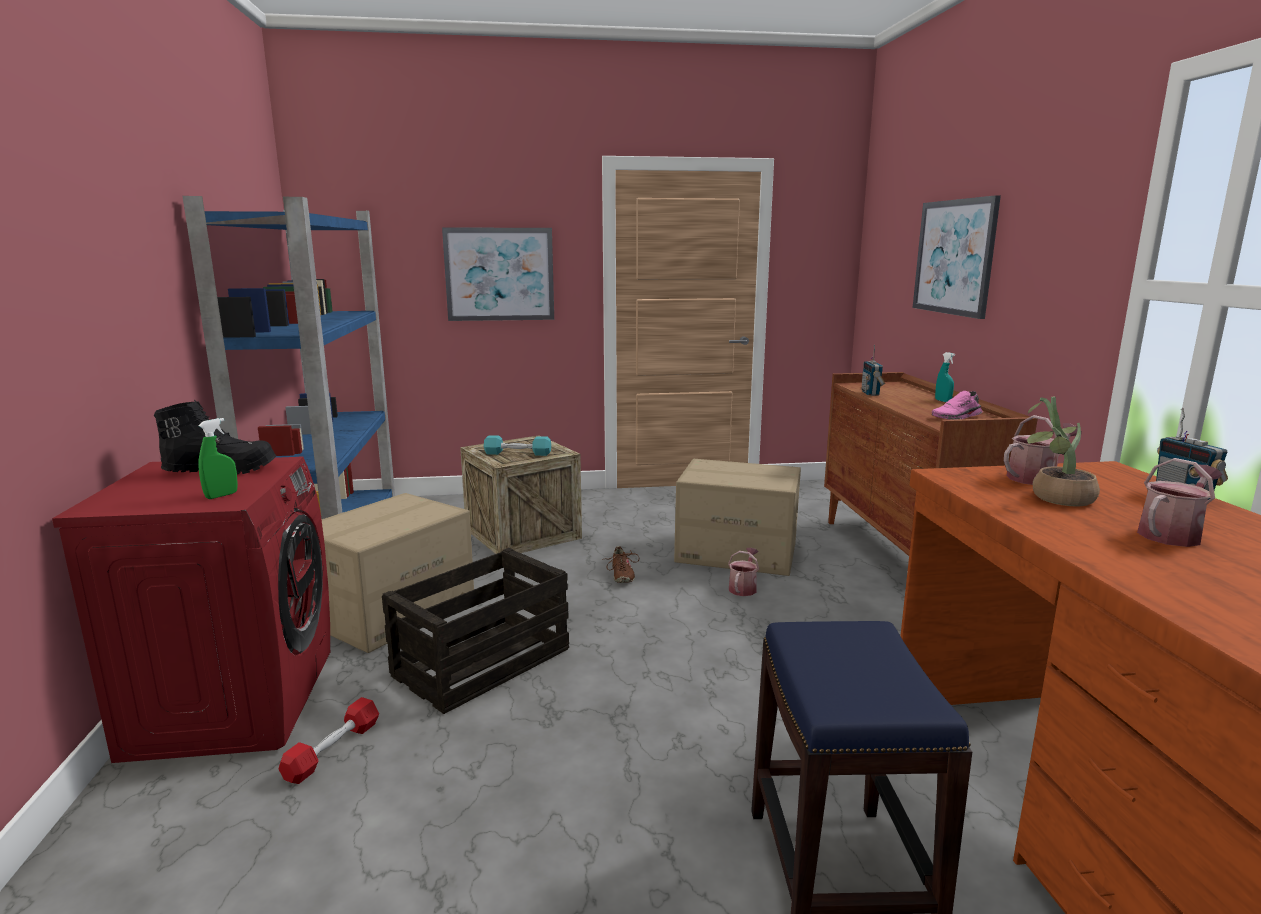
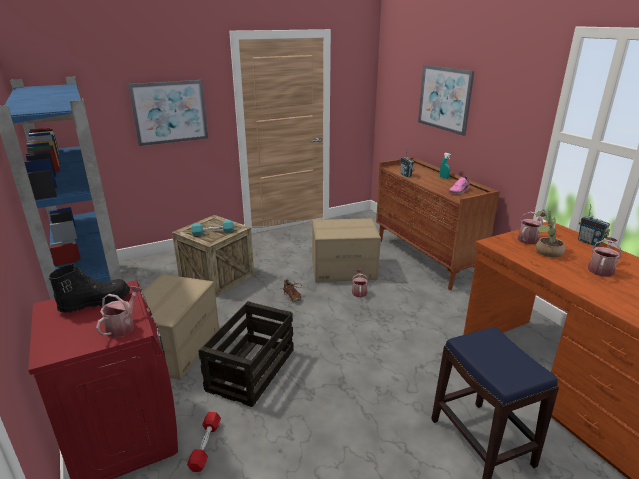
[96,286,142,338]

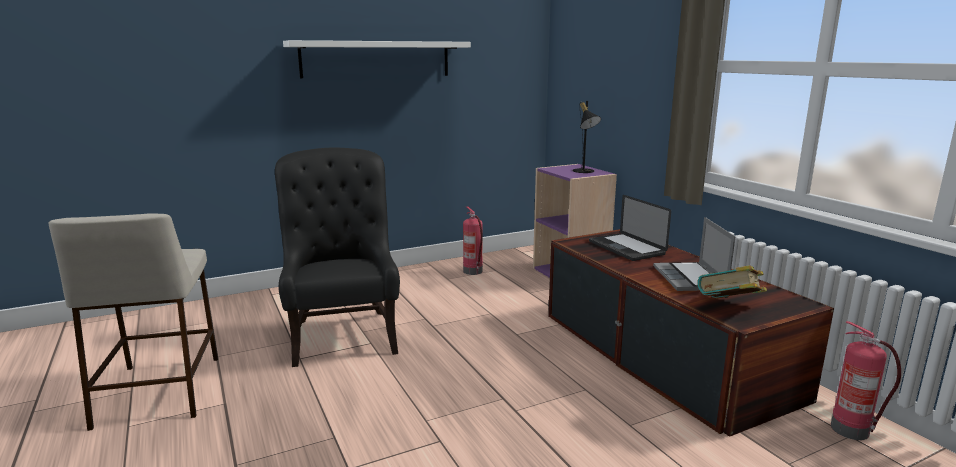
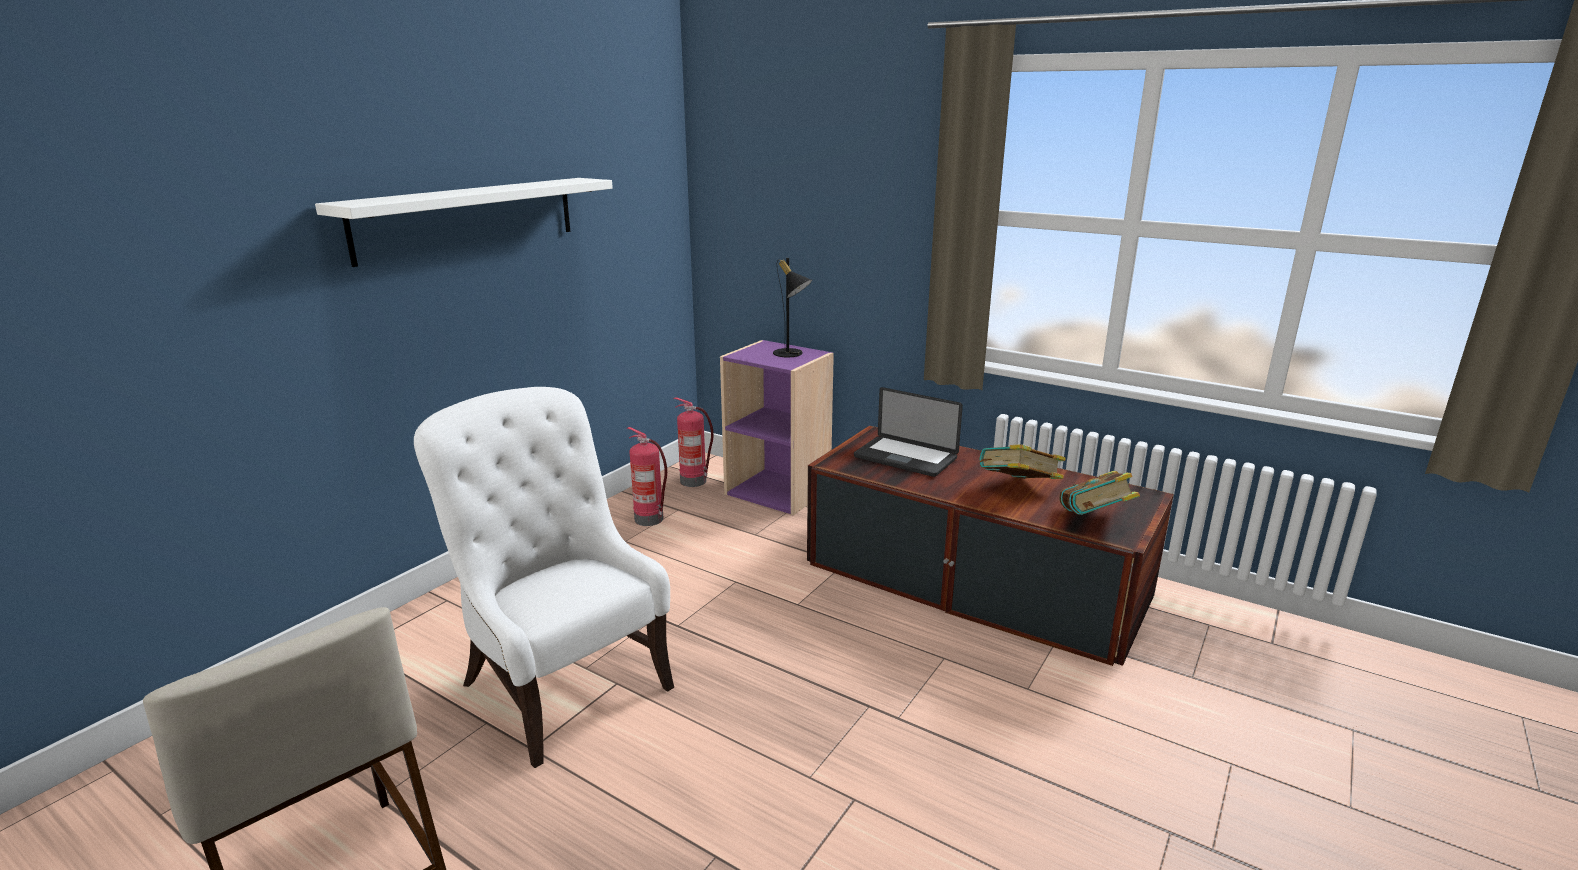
[414,387,674,768]
[980,444,1066,479]
[673,397,714,487]

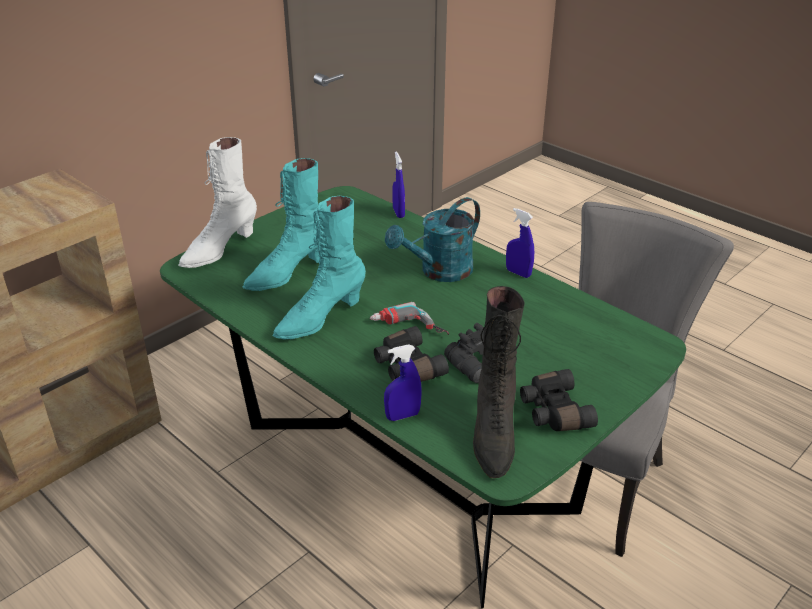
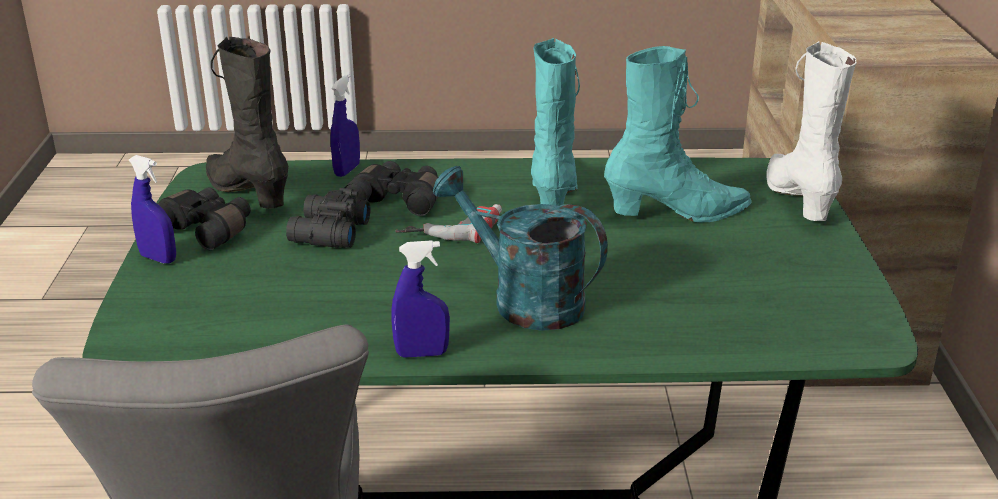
[604,46,752,223]
[433,166,608,331]
[129,155,176,264]

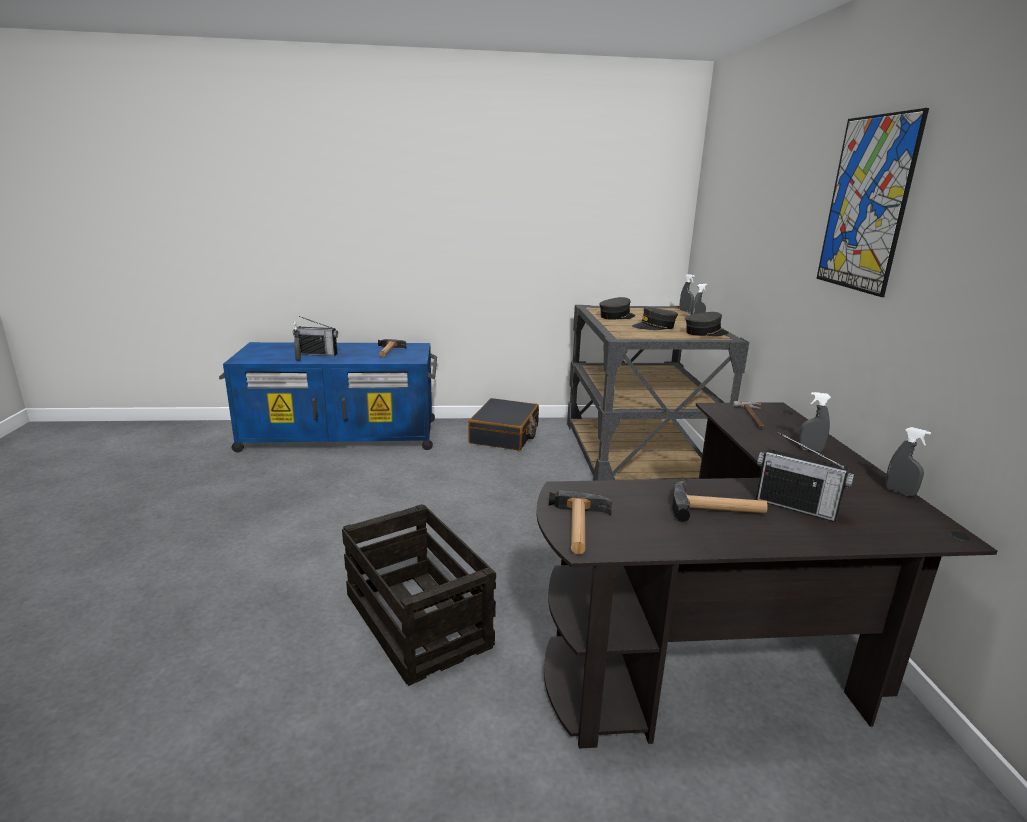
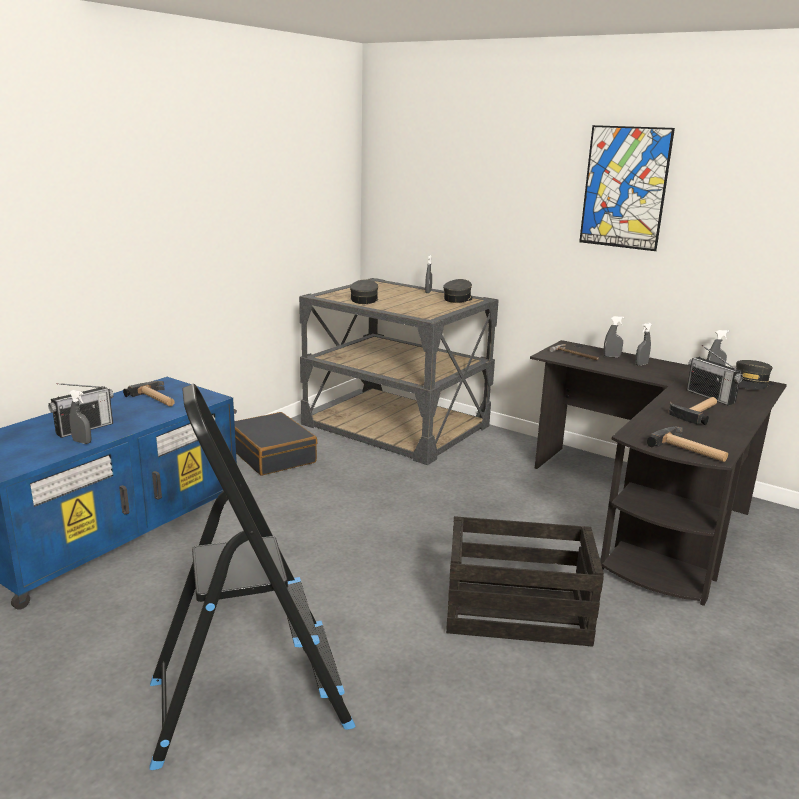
[736,360,773,390]
[604,316,624,358]
[687,345,743,405]
[149,384,355,770]

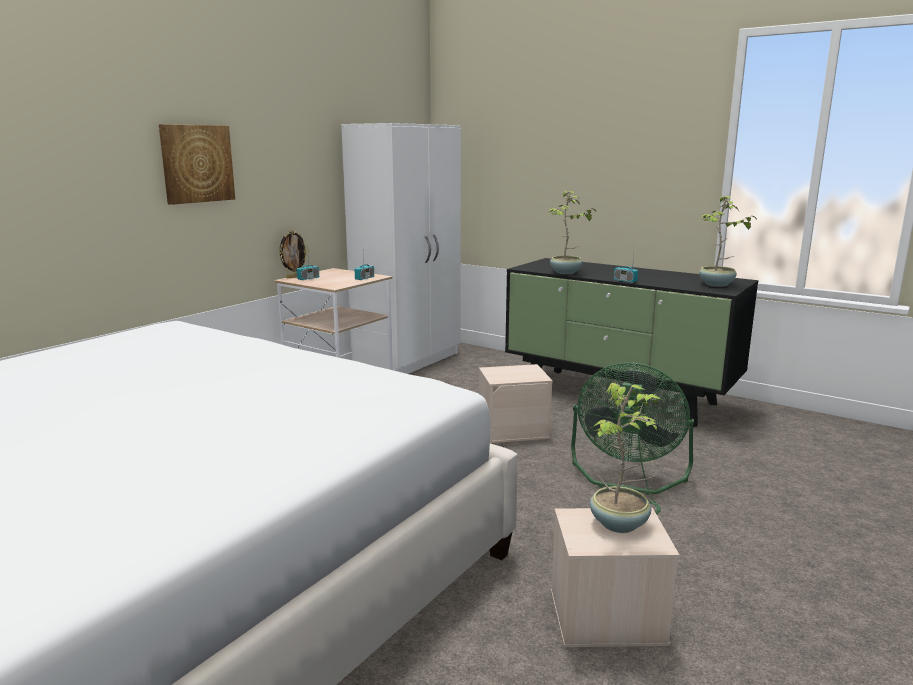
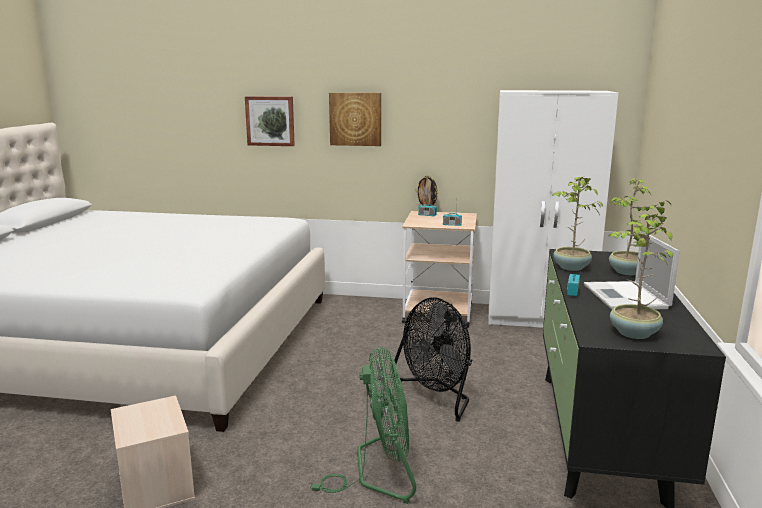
[392,297,472,422]
[609,178,671,275]
[245,96,295,146]
[584,231,680,310]

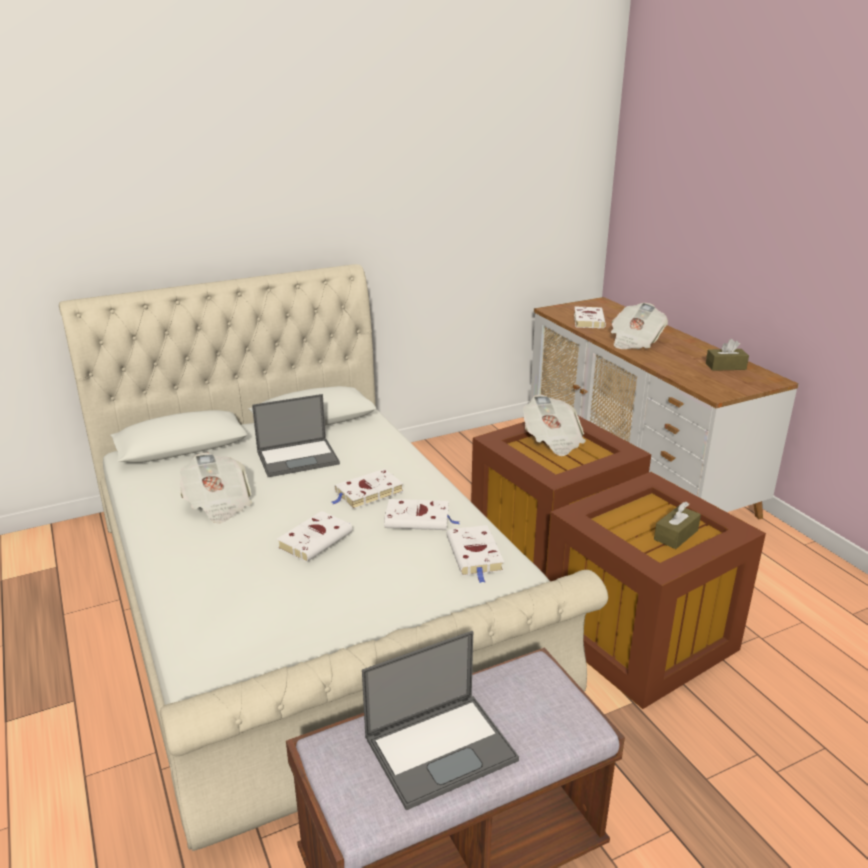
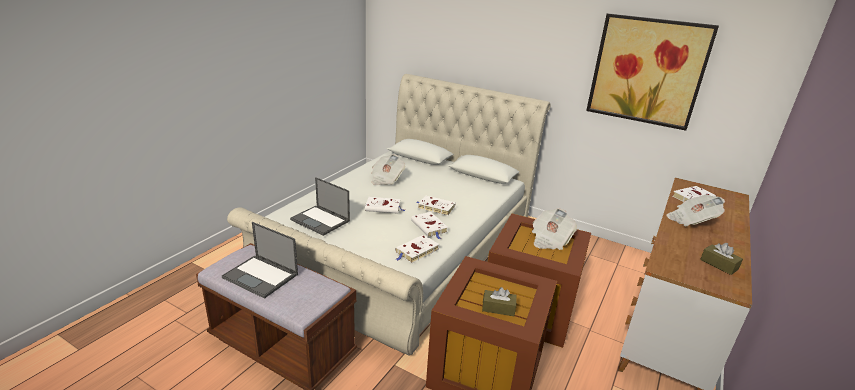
[290,177,350,236]
[586,13,719,131]

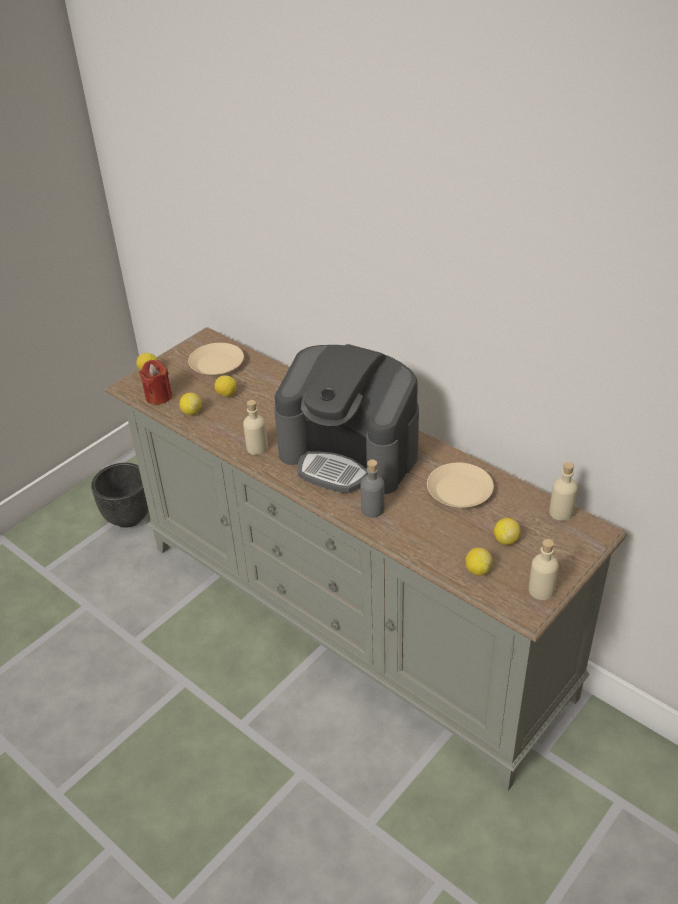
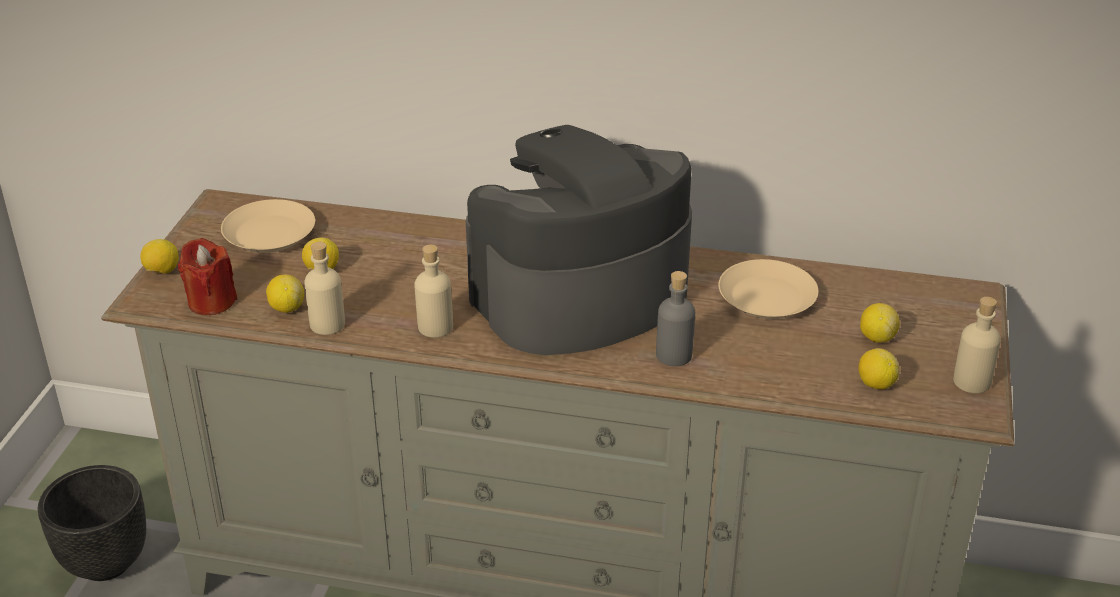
[466,125,692,355]
[304,242,345,335]

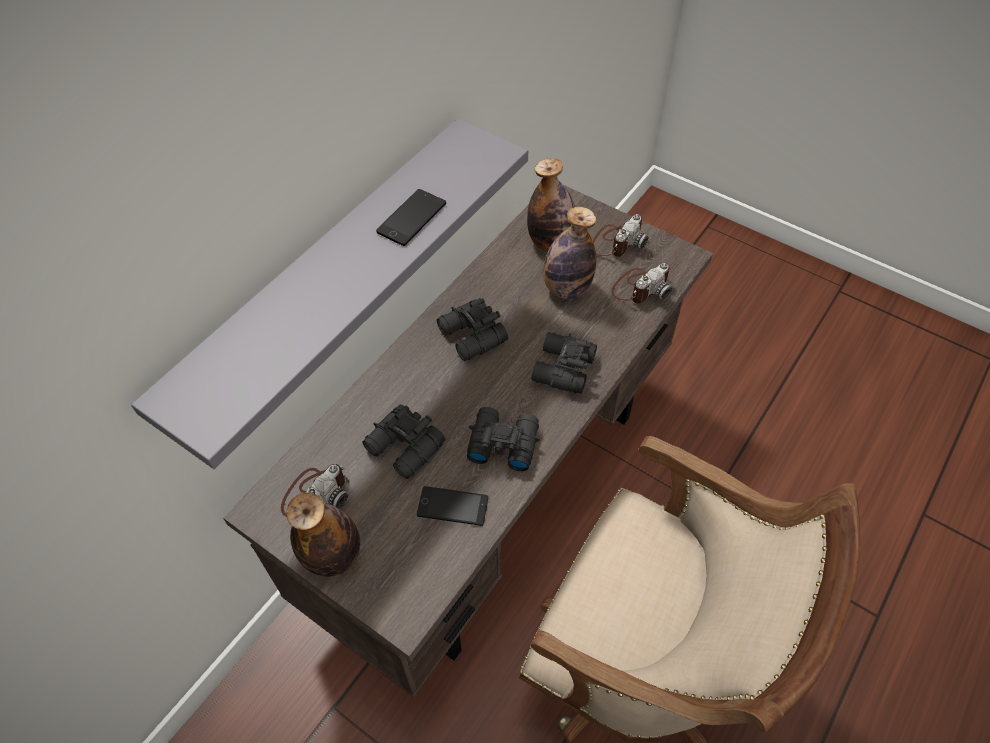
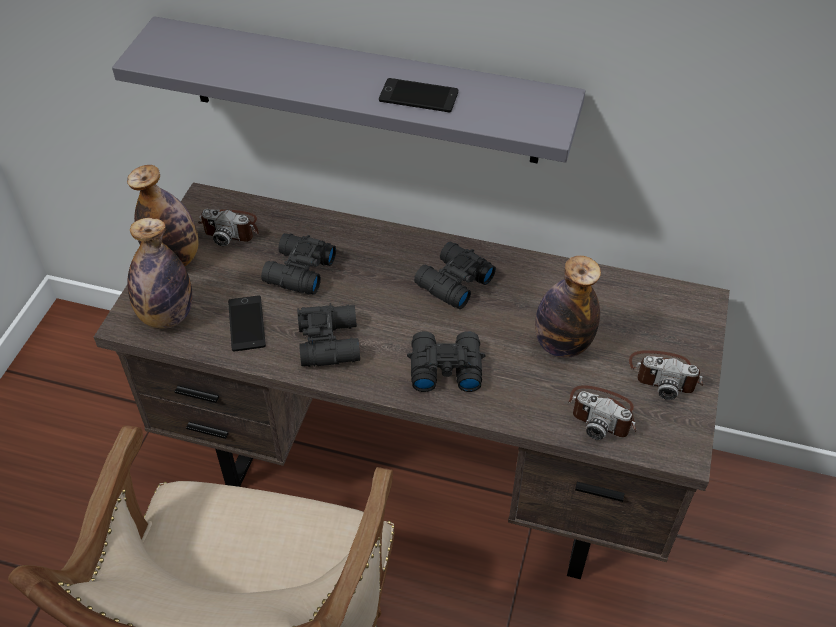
[127,218,192,329]

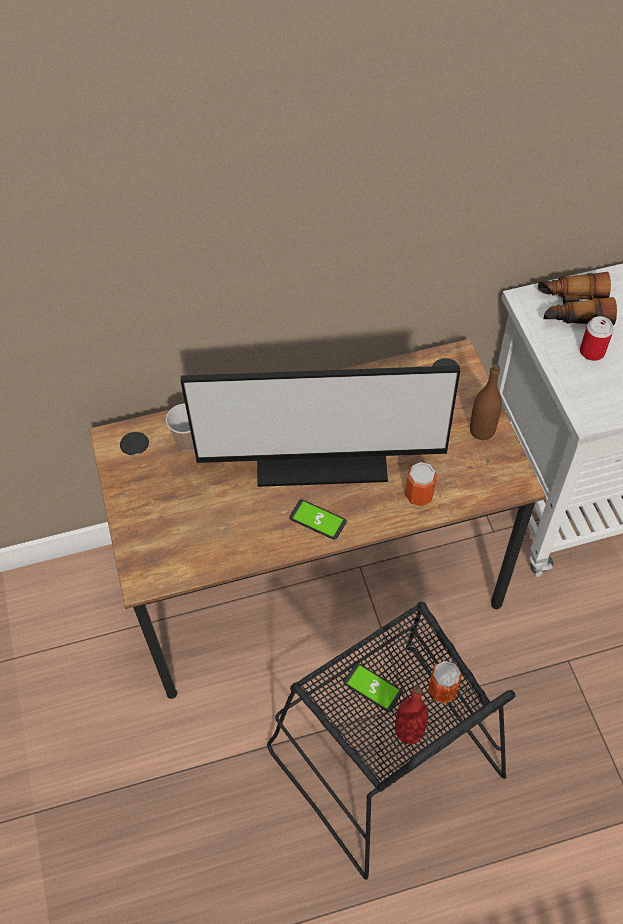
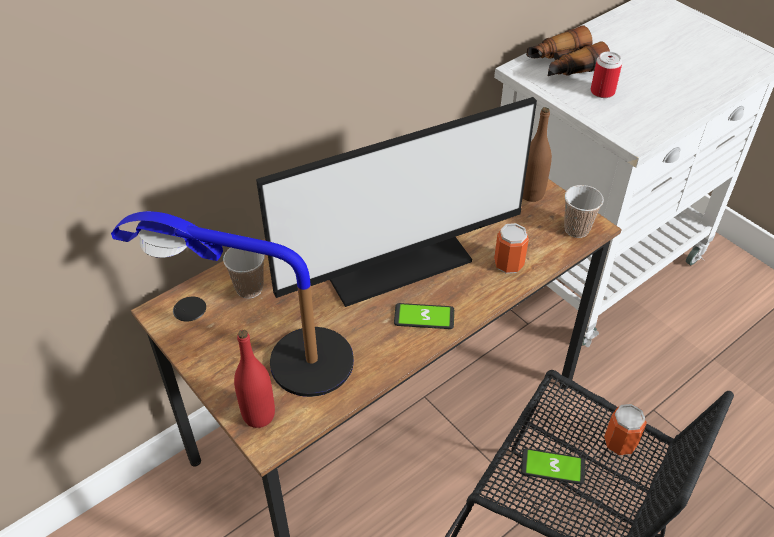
[234,330,275,428]
[111,211,354,397]
[564,185,604,238]

